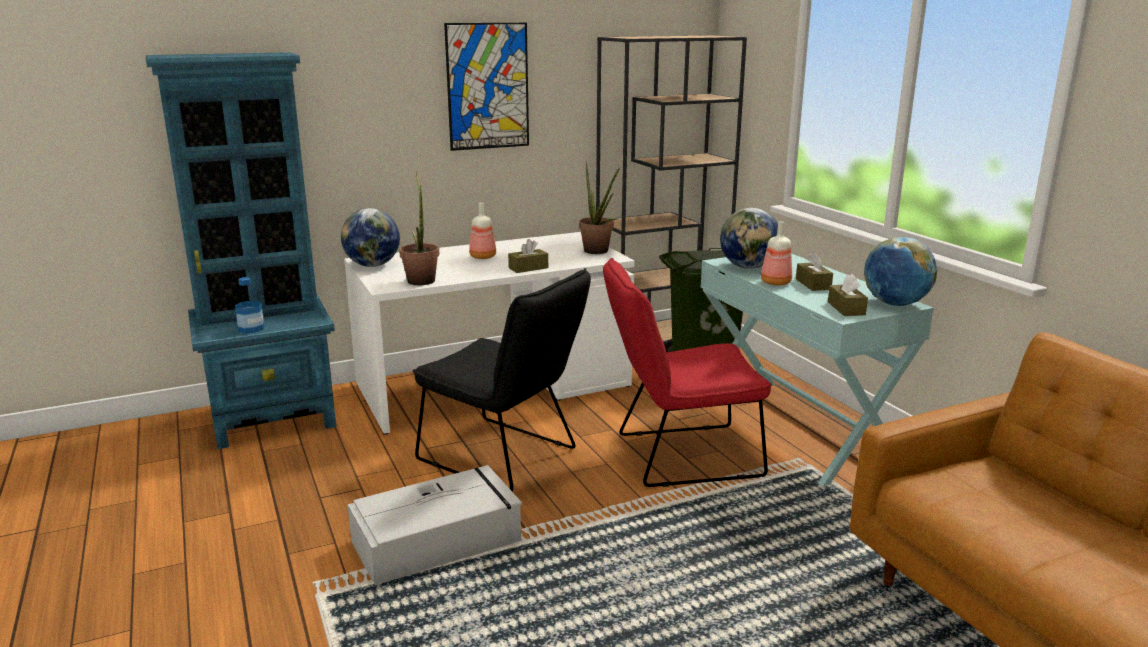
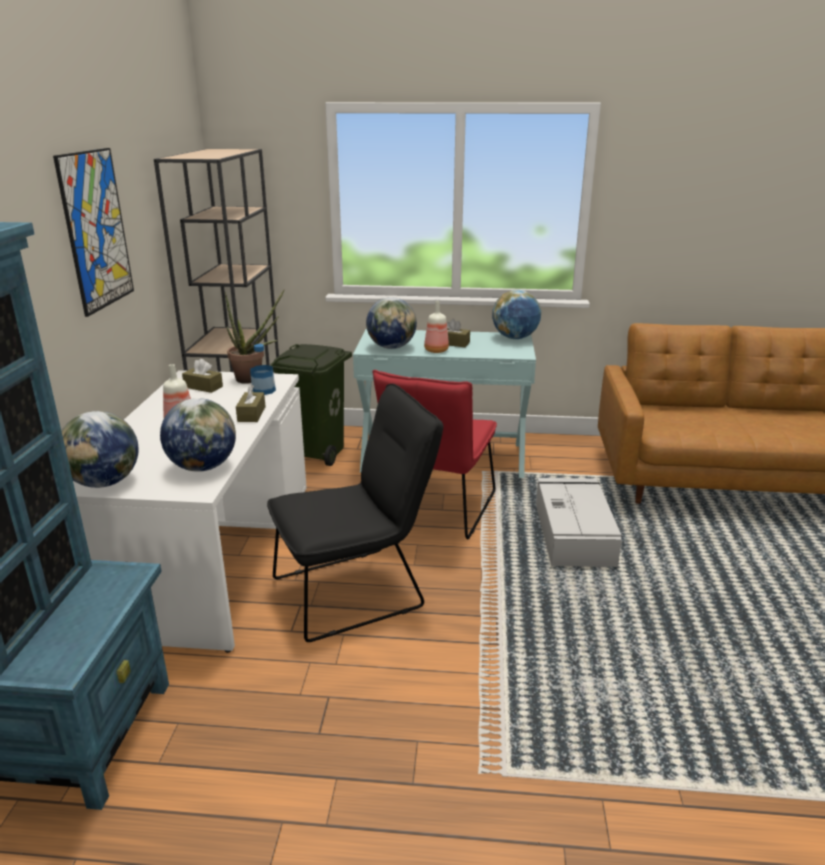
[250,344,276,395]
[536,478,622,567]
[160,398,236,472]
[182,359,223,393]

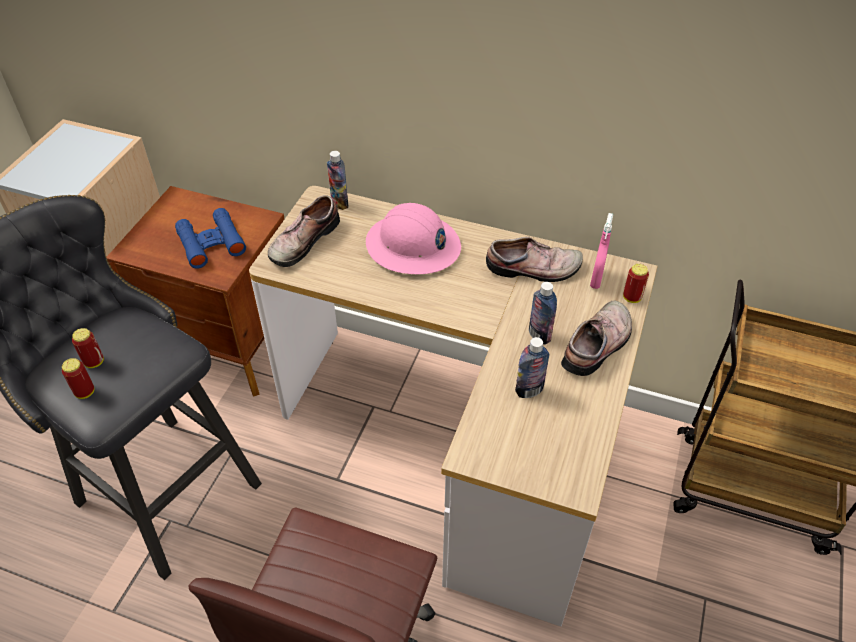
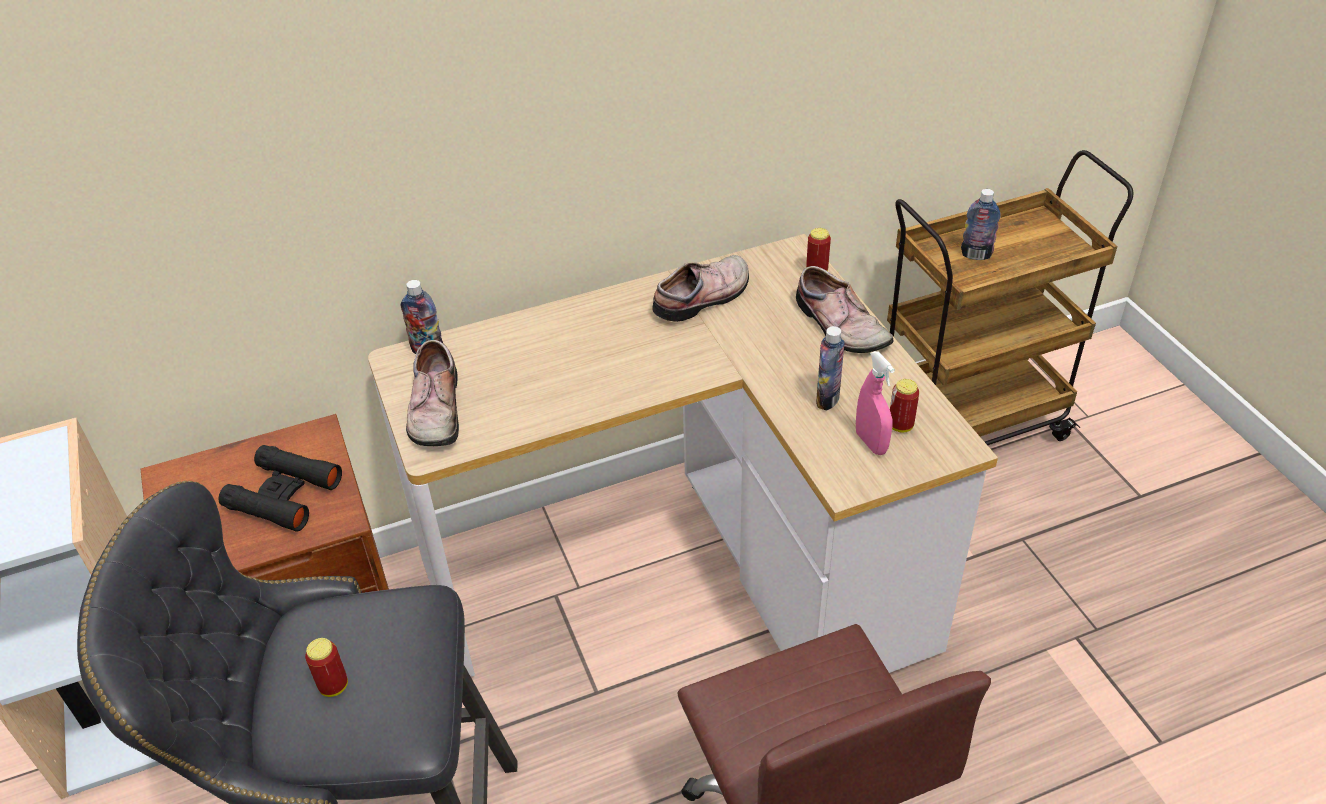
[890,379,919,433]
[219,445,342,532]
[366,203,461,274] (first image)
[961,189,1000,260]
[796,266,893,353]
[856,351,895,455]

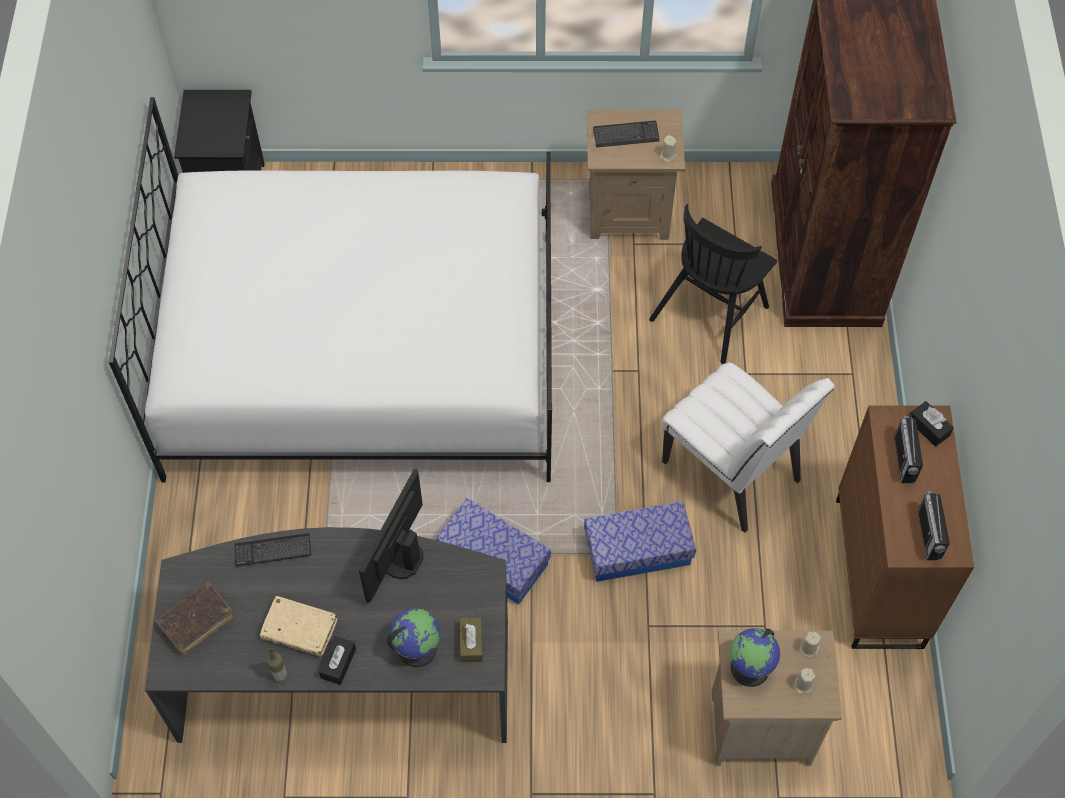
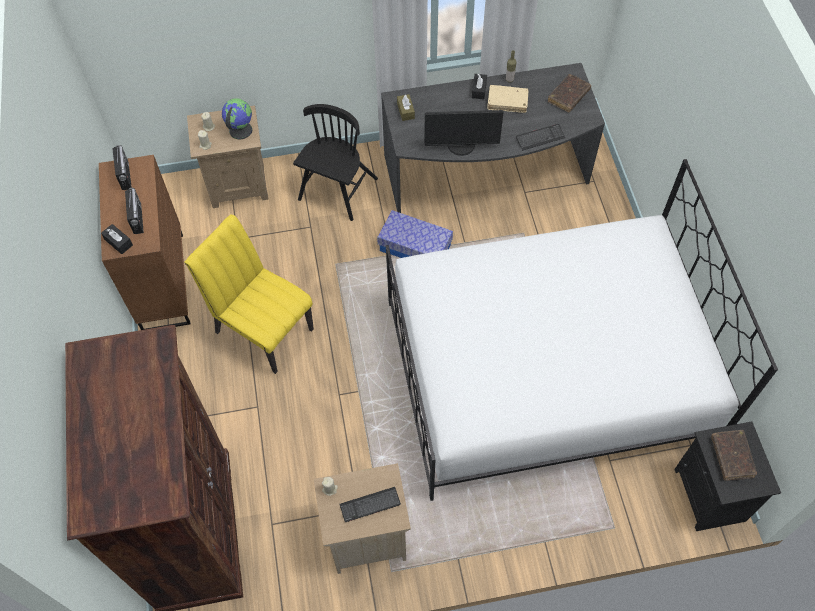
[424,110,504,156]
[387,608,440,667] (first image)
[584,501,696,582] (first image)
[293,104,378,221]
[184,214,314,374]
[711,430,757,480]

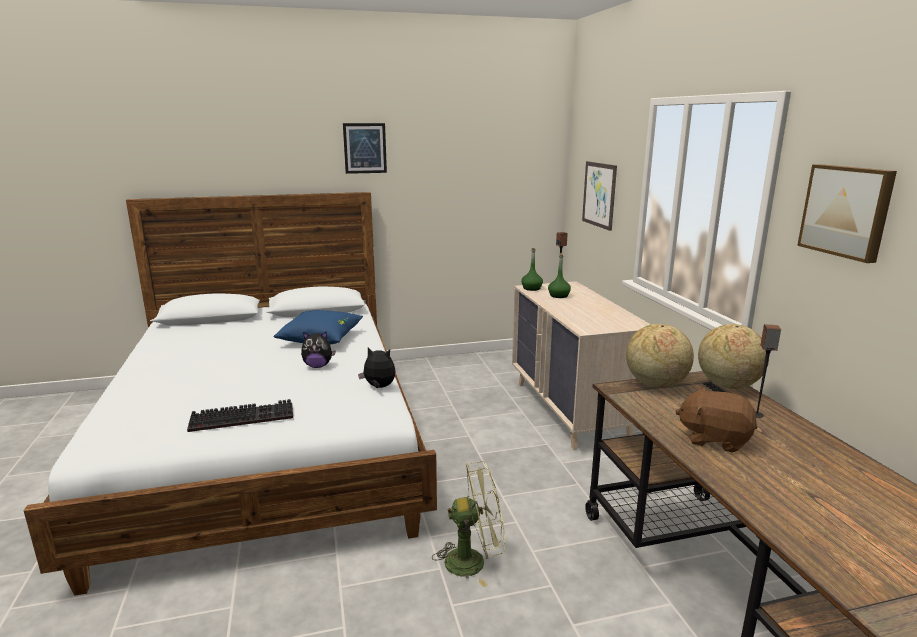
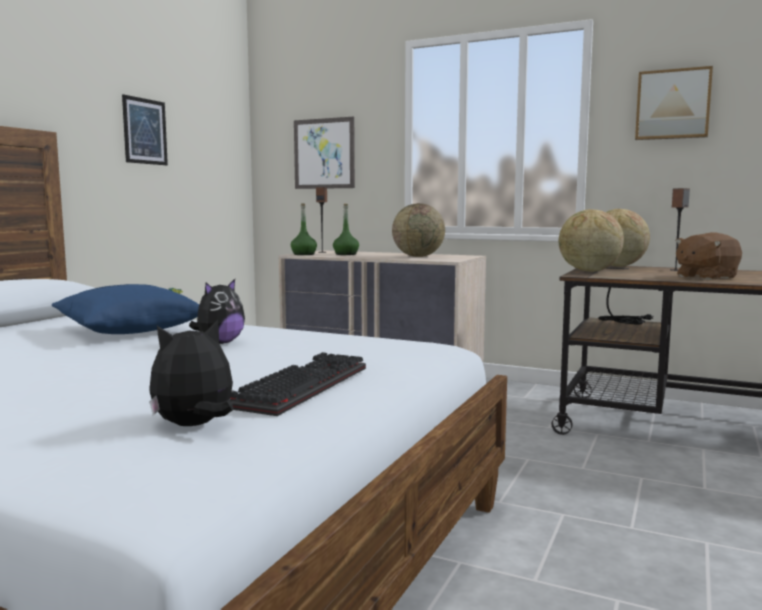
[122,95,168,165]
[149,320,234,426]
[432,461,505,587] (first image)
[392,203,445,257]

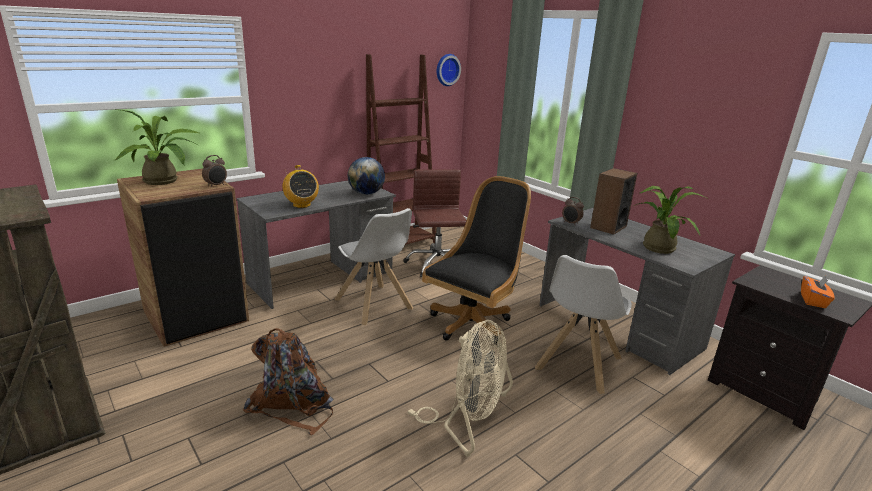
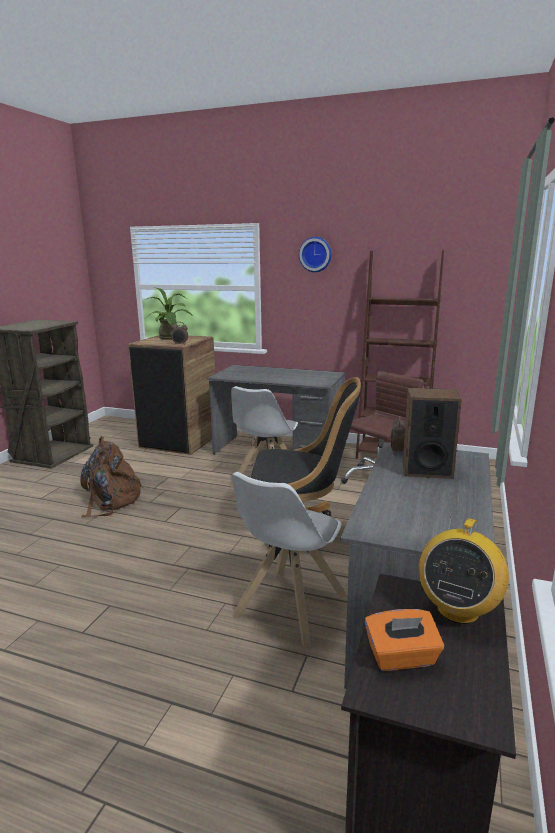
[419,517,509,624]
[348,157,385,195] (first image)
[408,320,513,457] (first image)
[299,237,332,272]
[231,472,347,648]
[633,186,707,254] (first image)

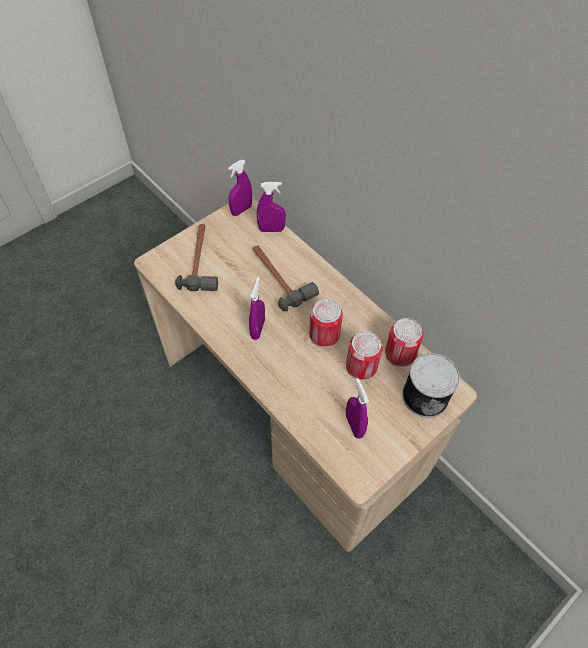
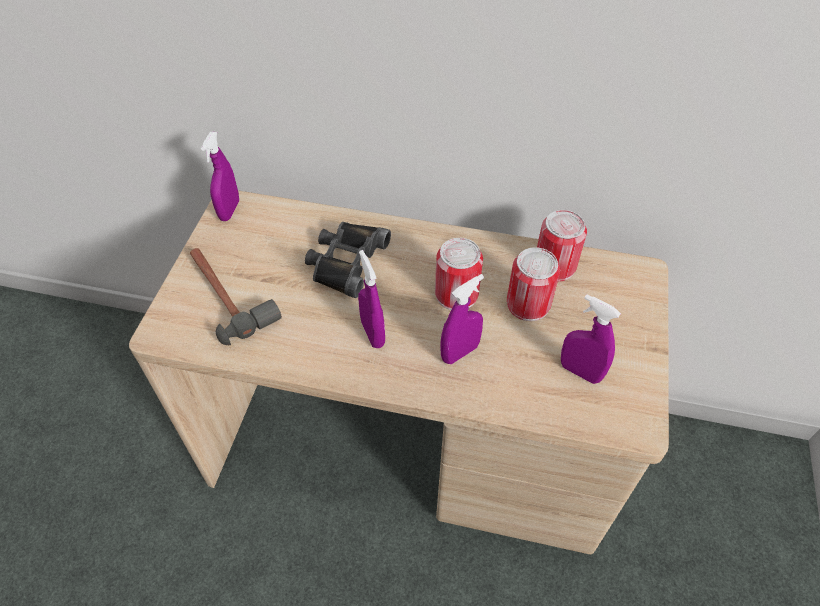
[305,222,391,298]
[440,274,484,364]
[402,353,460,418] (first image)

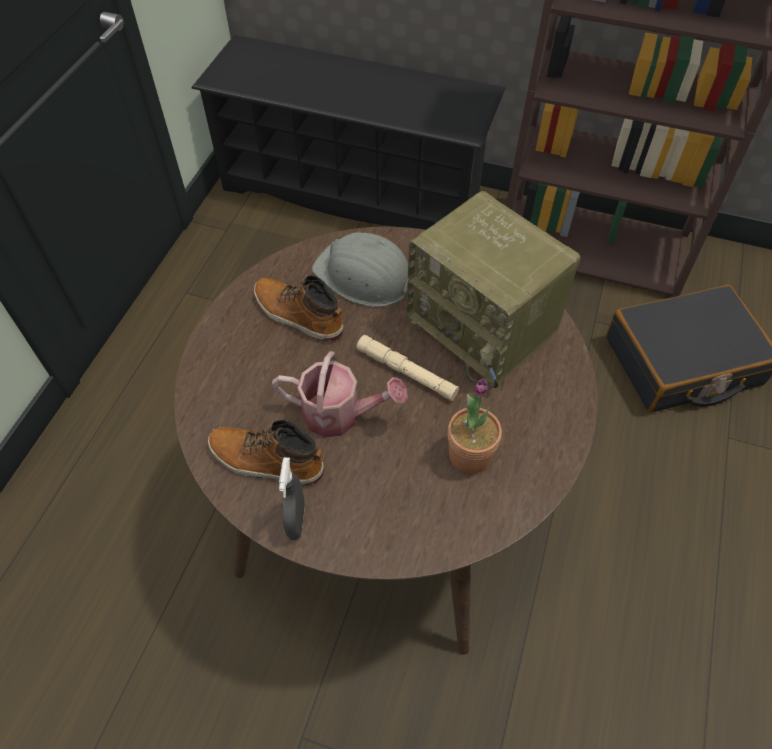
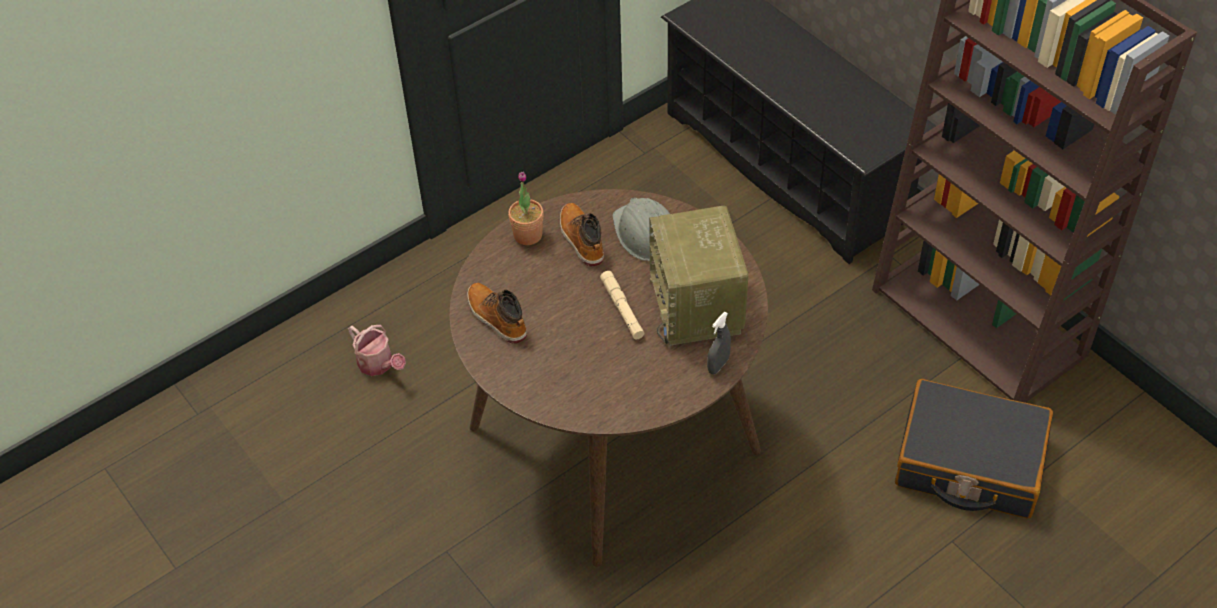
[348,325,406,376]
[707,312,731,374]
[508,172,544,245]

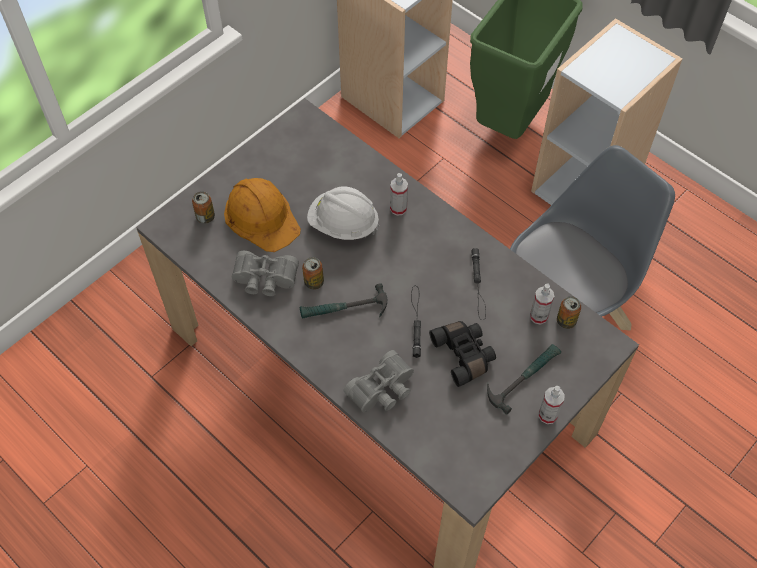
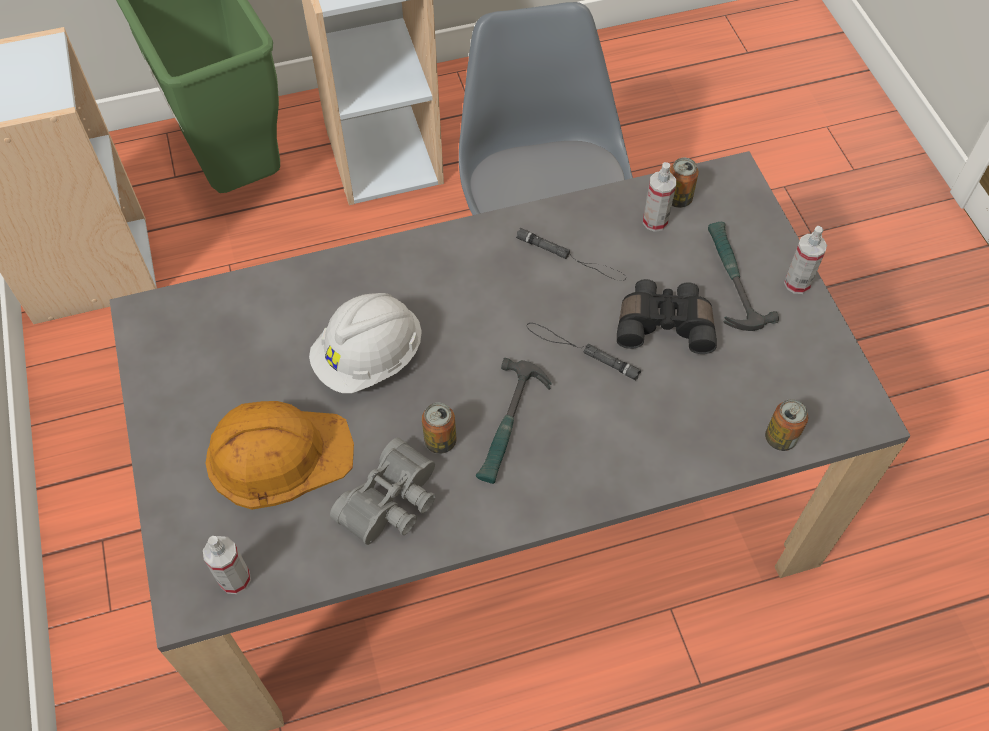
[765,399,808,451]
[344,350,414,413] (first image)
[203,536,251,594]

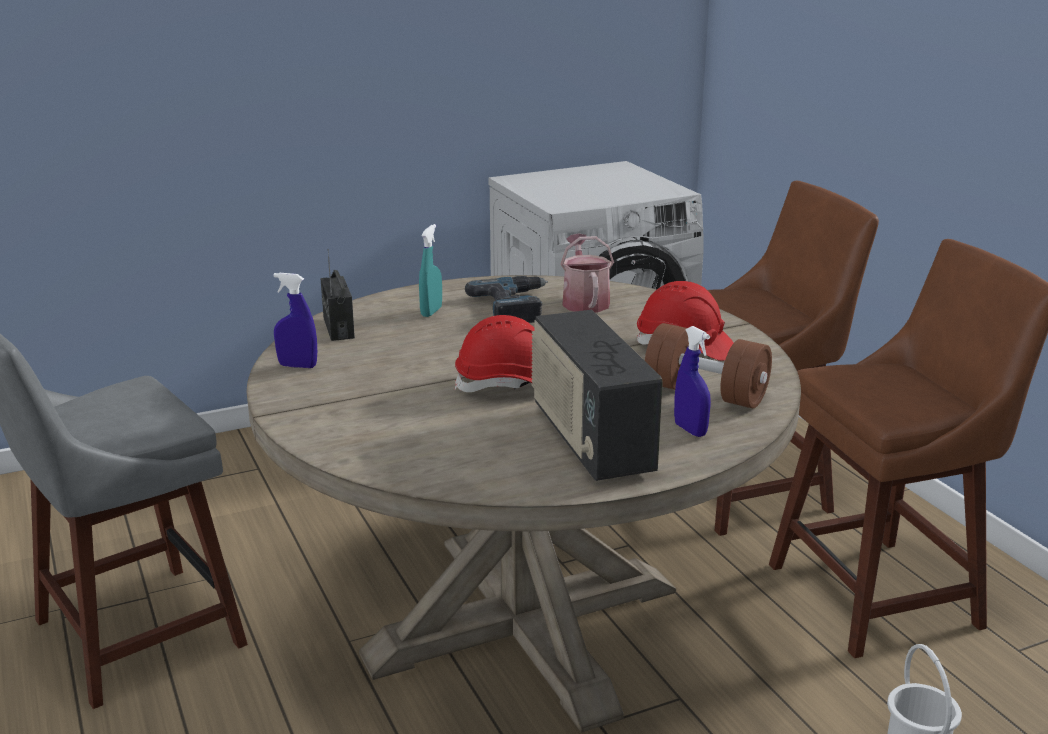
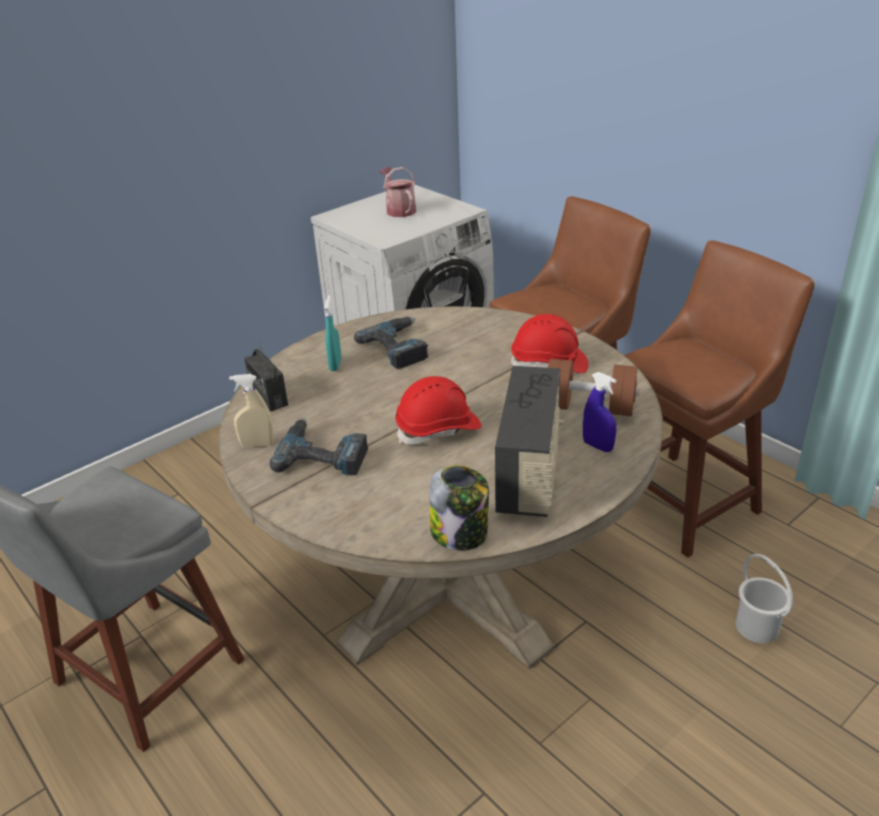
[229,374,274,448]
[495,366,564,517]
[379,167,416,217]
[270,418,368,476]
[429,465,489,551]

